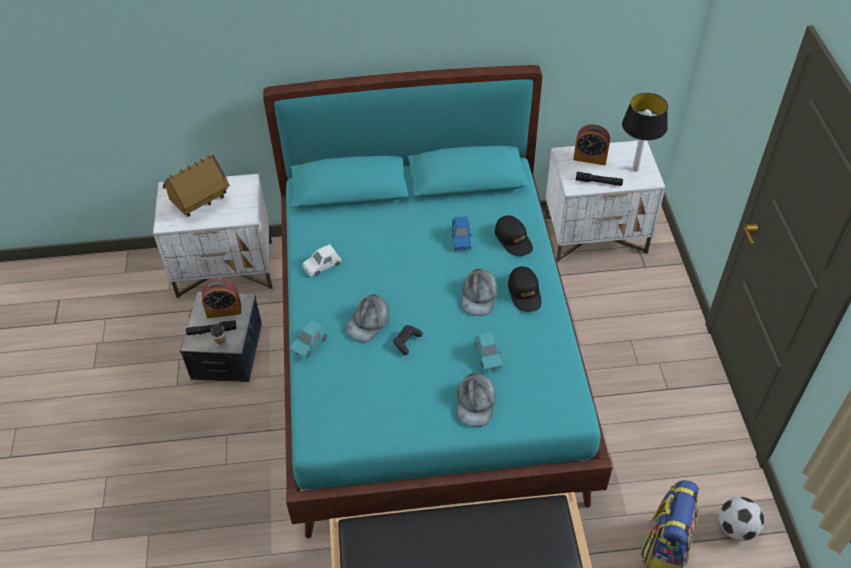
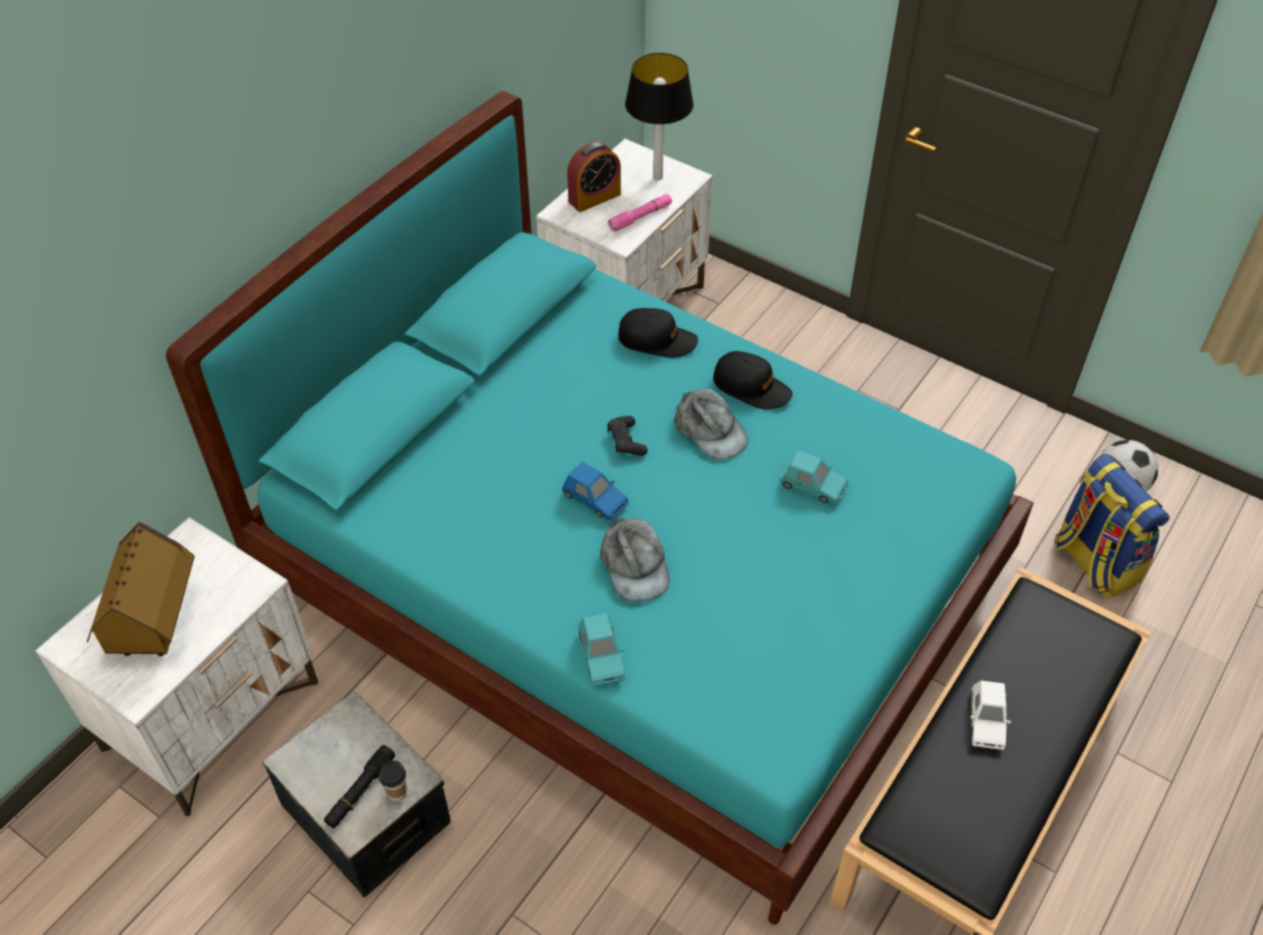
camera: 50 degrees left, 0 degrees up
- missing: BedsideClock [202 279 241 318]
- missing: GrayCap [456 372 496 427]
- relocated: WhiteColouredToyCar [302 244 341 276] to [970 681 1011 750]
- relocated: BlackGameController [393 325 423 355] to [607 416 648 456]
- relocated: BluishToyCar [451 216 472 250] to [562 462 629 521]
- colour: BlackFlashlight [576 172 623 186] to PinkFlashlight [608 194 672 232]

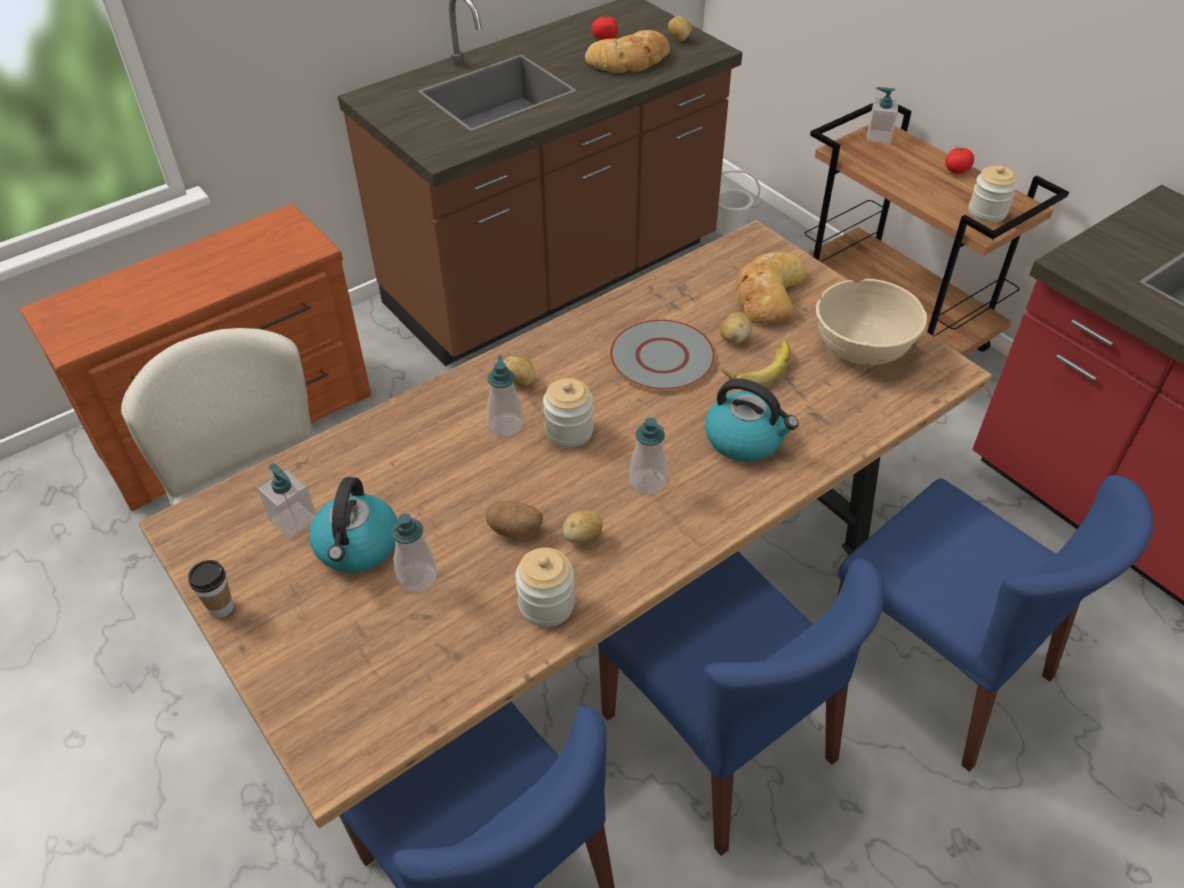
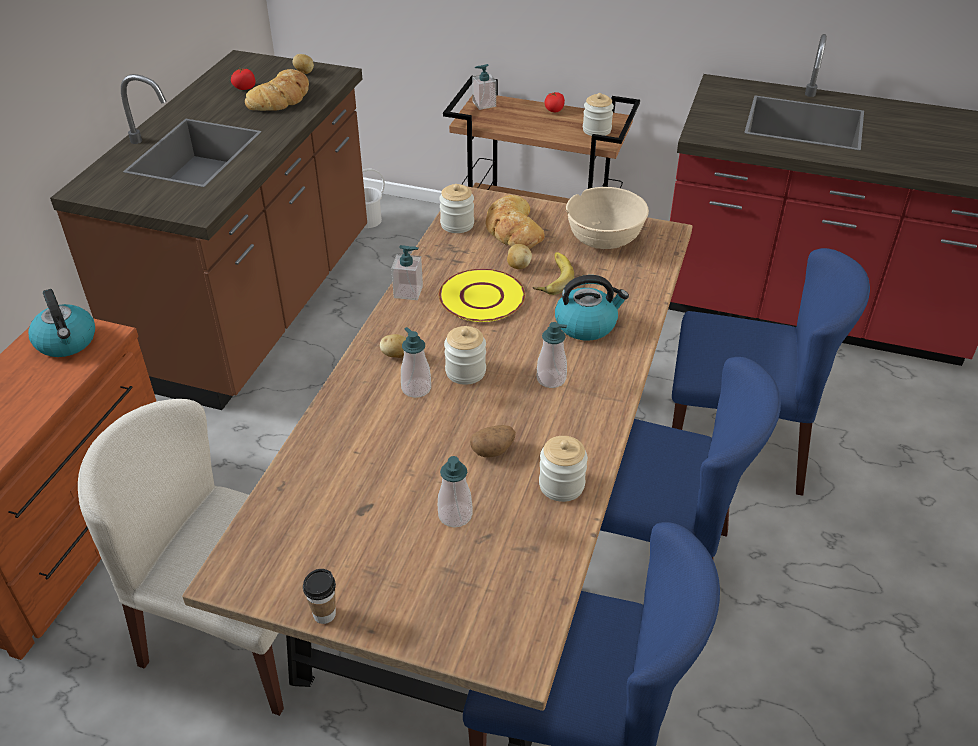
camera: 35 degrees left, 5 degrees down
- missing: Potato [562 511 603 543]
- appeared: StorageJar [439 184 474 233]
- relocated: SoapDispenser [257 463 316 539] to [391 245 423 300]
- relocated: TeaKettle [309 477 397 573] to [28 289 95 357]
- colour: GrayDinnerPlate [610 319 715 390] to YellowishDinnerPlate [439 269 525 322]

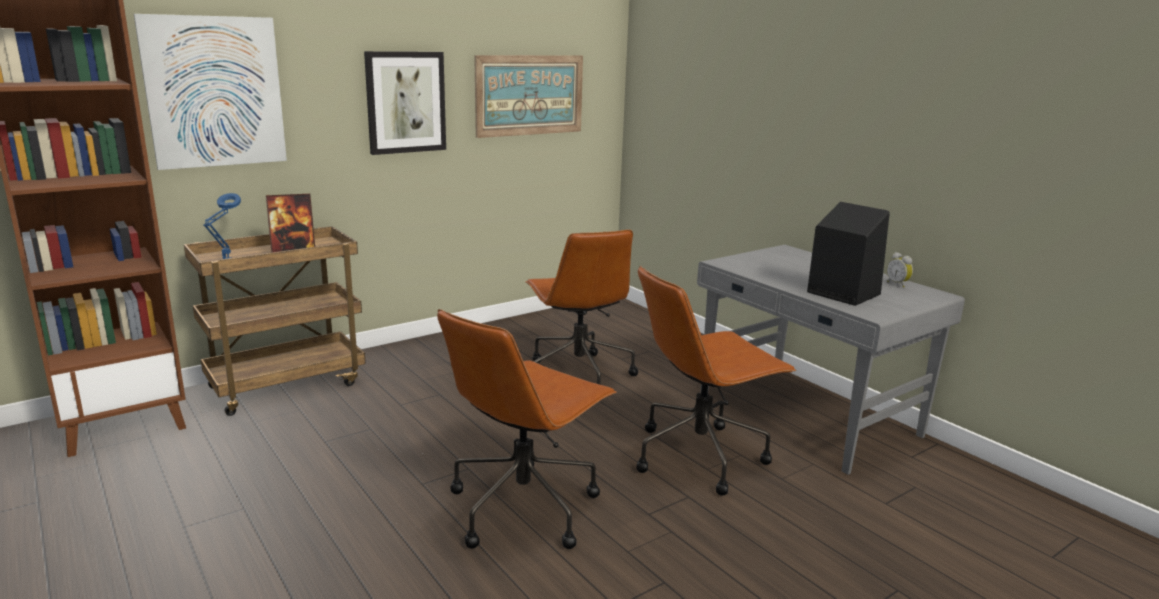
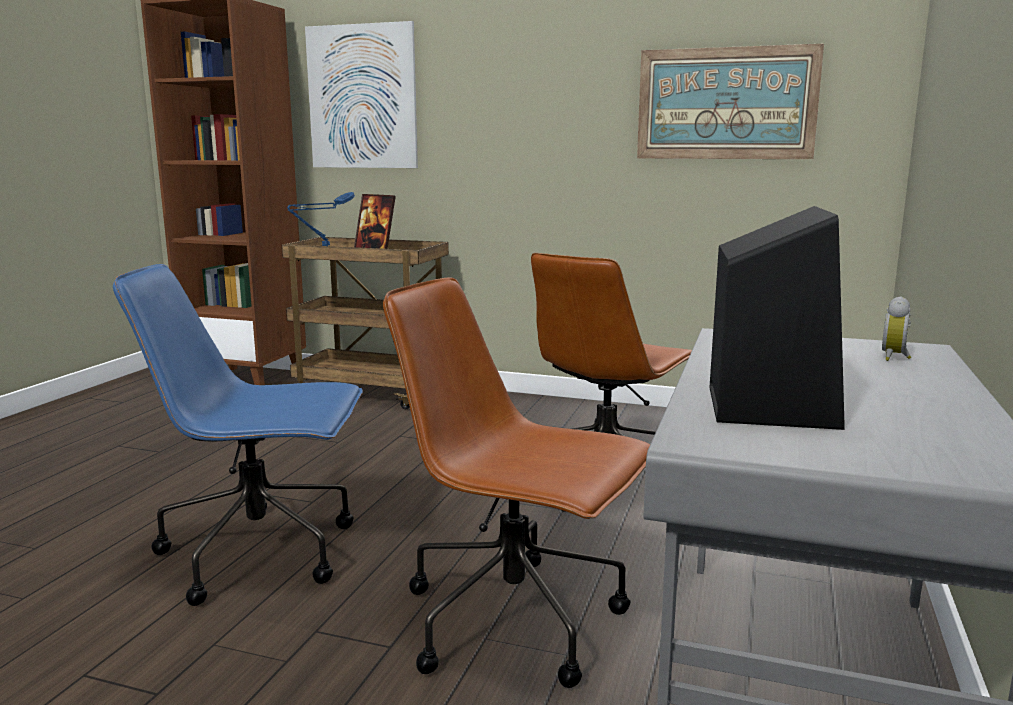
camera: 55 degrees right, 5 degrees down
- missing: WallArt [364 51 446 155]
- relocated: BedsideClock [887 252 913 288] to [882 297 911 361]
- colour: BrownishDeskChair [437 309 617 549] to BluishDeskChair [113 264 363 606]

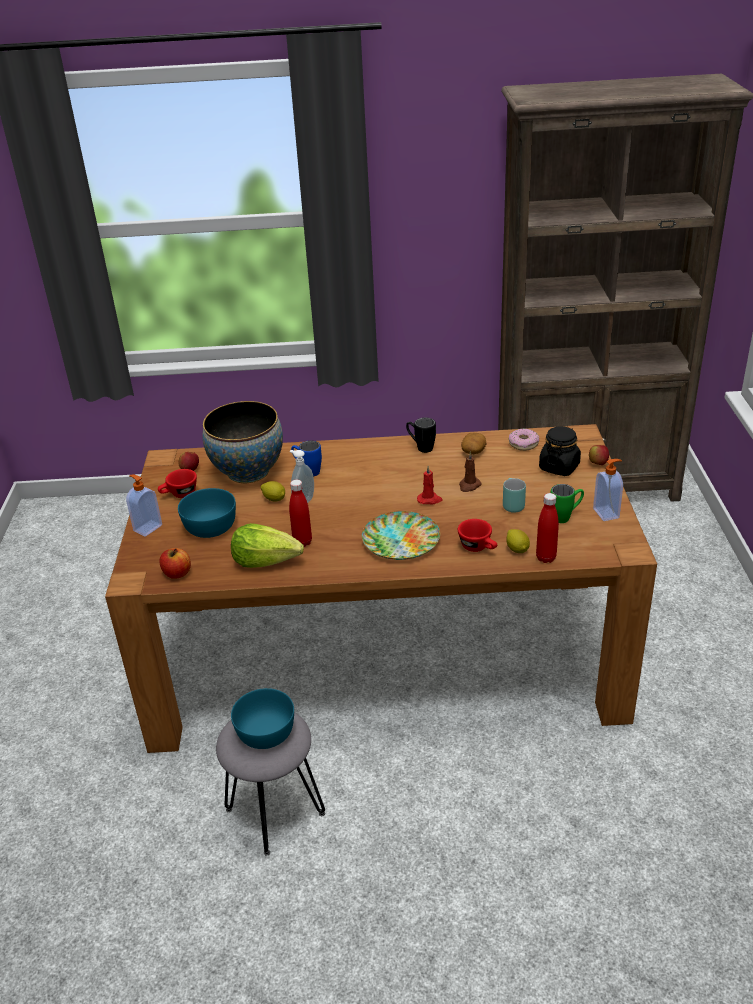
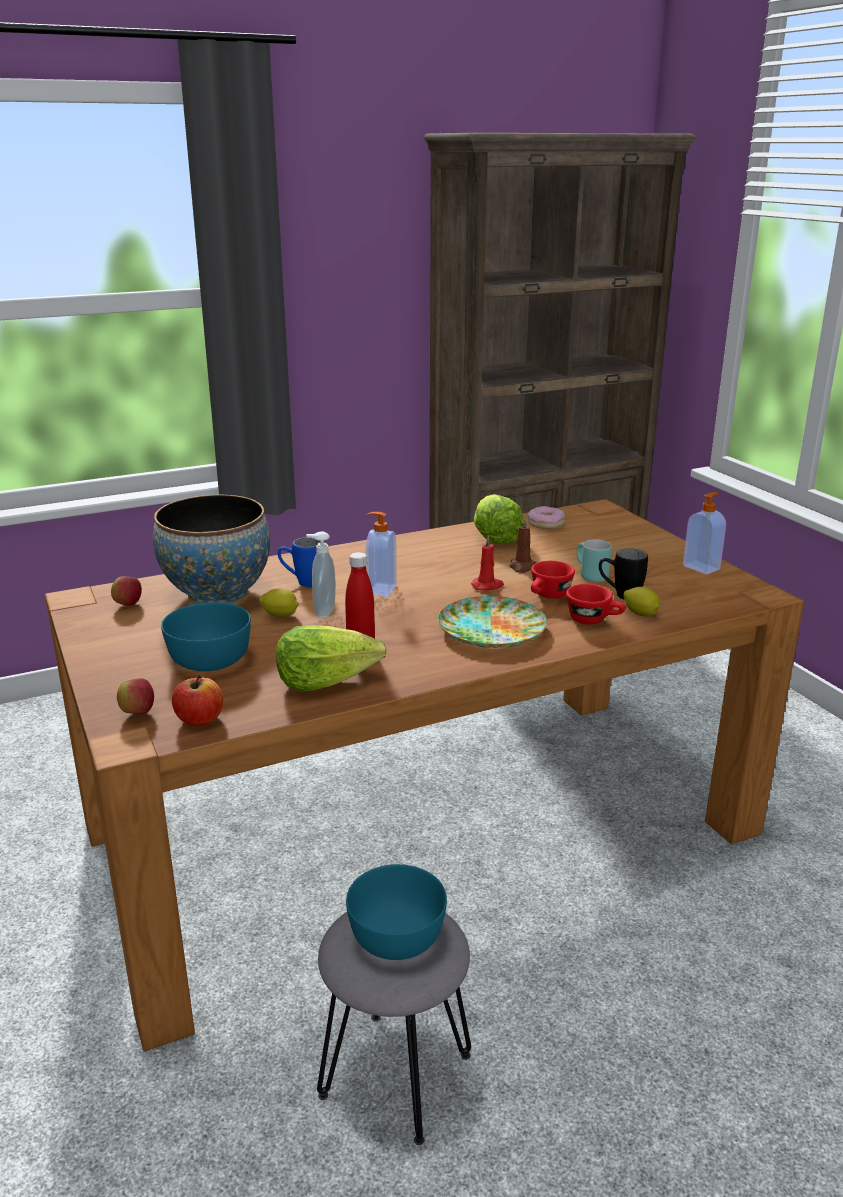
camera: 25 degrees left, 10 degrees down
- missing: ReddishBeverageBottle [536 493 559 563]
- missing: BlackStorageJar [539 426 581 476]
- missing: GreenColouredTeaMug [550 484 584 523]
- relocated: SoapDispenser [126 474 162 537] to [366 512 397 597]
- relocated: ReddishCup [158 469 197 498] to [531 561 575 599]
- relocated: BlackTeaMug [406 417 436 453] to [599 549 648 600]
- relocated: Apple [589 445 609 465] to [117 678 154 714]
- exchanged: Potato [461 433 486 454] to Lettuce [474 494 523 544]

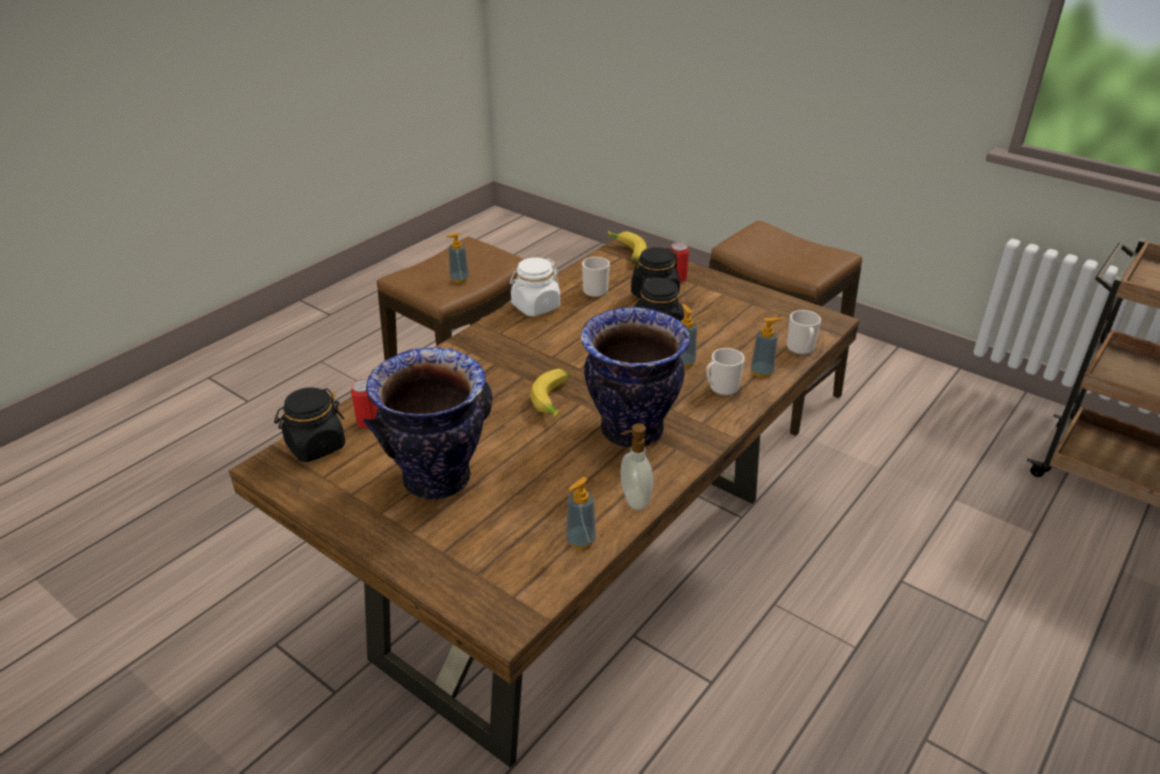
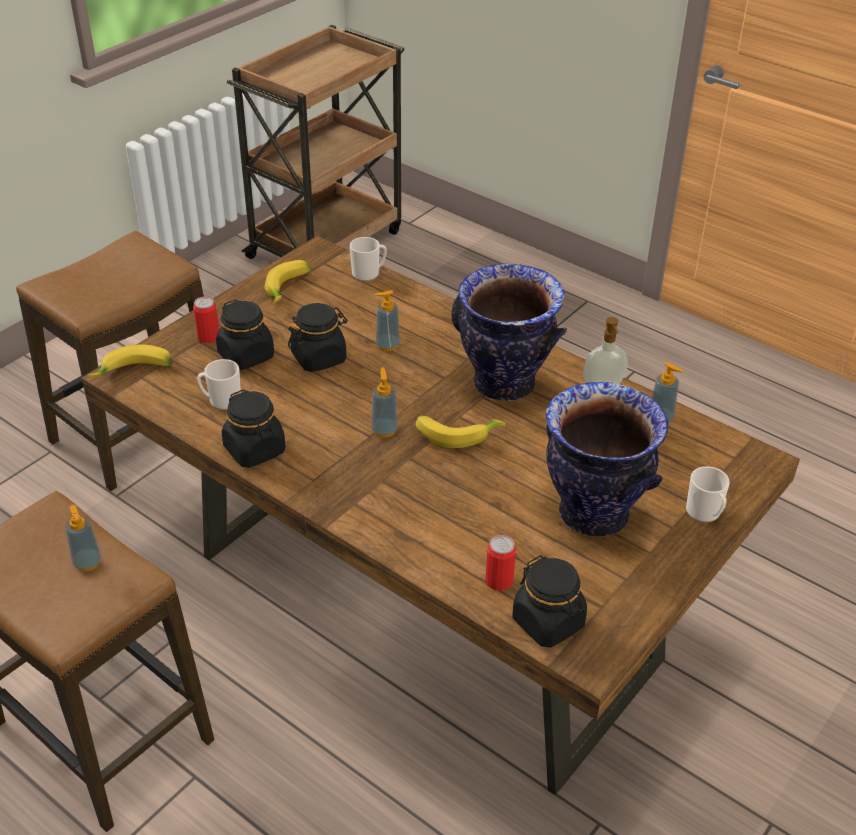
camera: 90 degrees left, 5 degrees up
- appeared: WholeBanana [265 260 312 303]
- relocated: TeaMug [706 348 745 396] to [686 466 730 523]
- relocated: SoapDispenser [750 318 782 378] to [371 367 398 438]
- colour: WhiteColouredStorageJar [510 258 560 316] to BlackStorageJar [222 389 286 468]

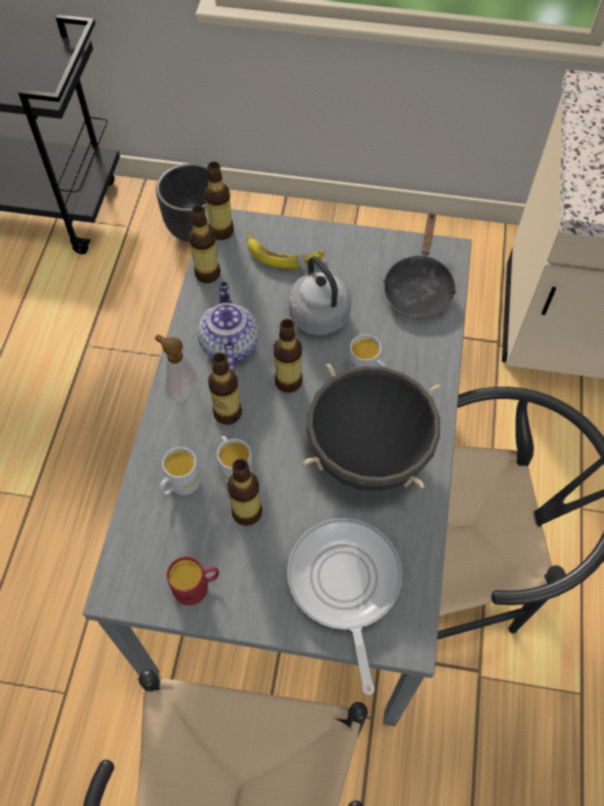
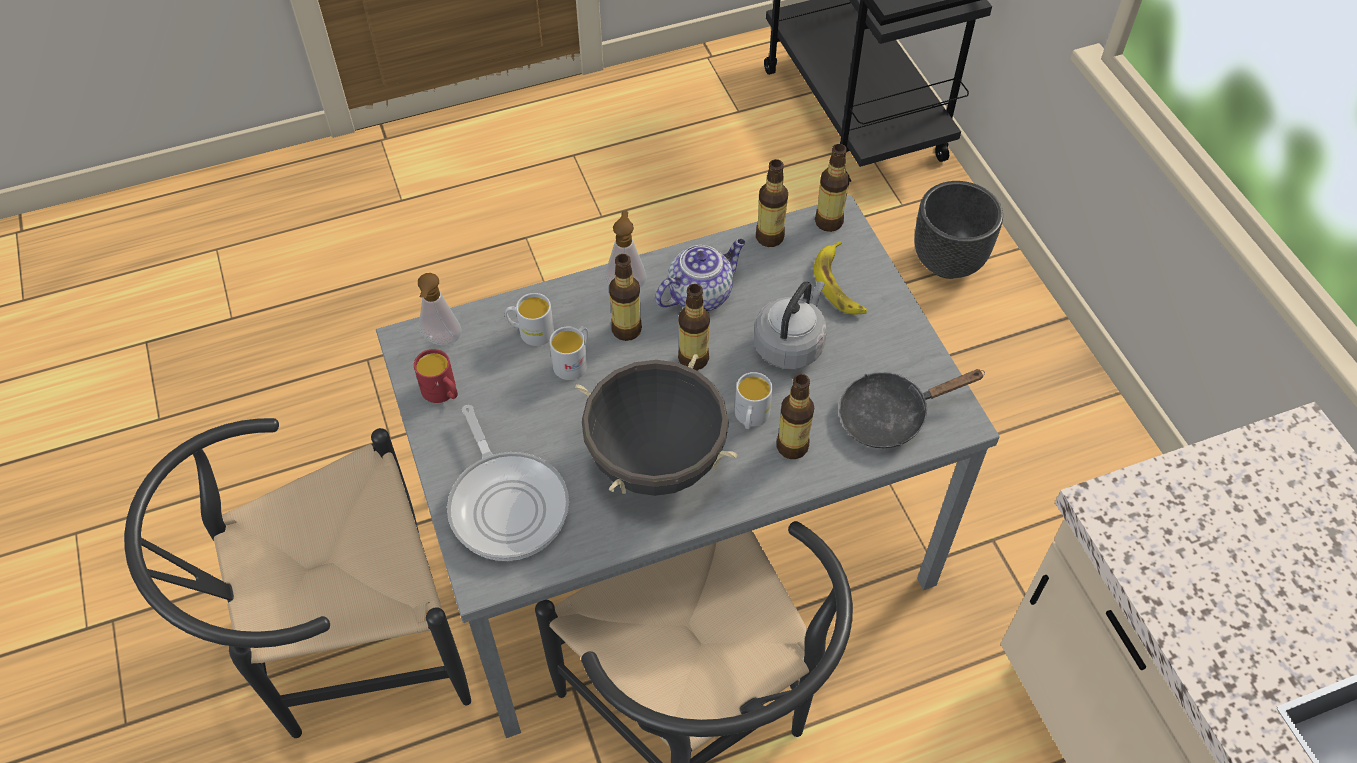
camera: 60 degrees right, 5 degrees down
- appeared: SoapDispenser [418 273 462 345]
- relocated: BeverageBottle [227 459 262 526] to [776 374 814 459]
- spun: Skillet [287 518 402 695] = [447 405 569 561] 105 degrees clockwise

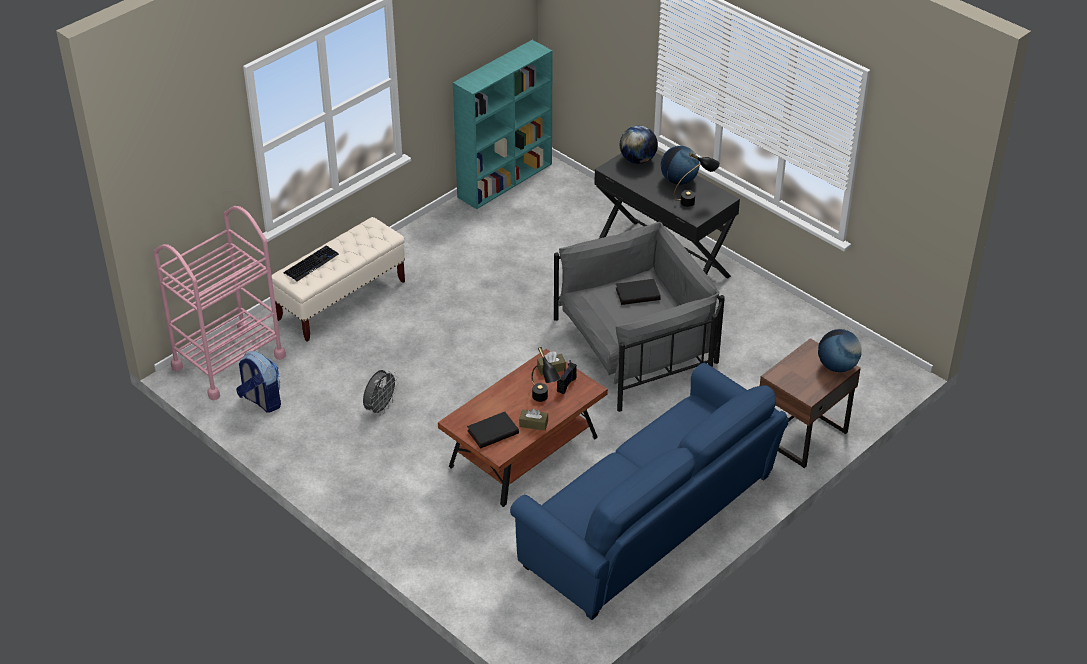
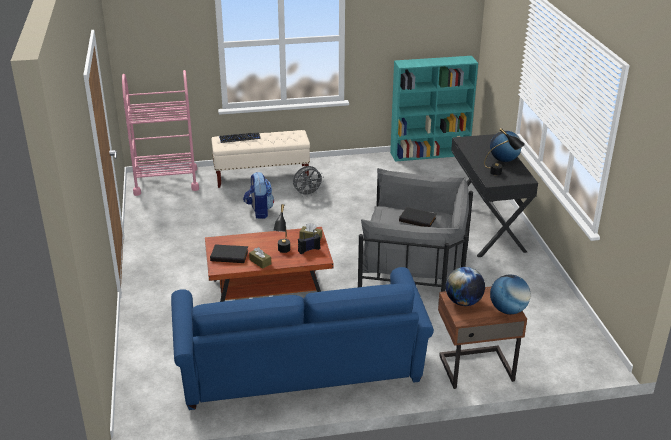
camera: 35 degrees right, 10 degrees down
- relocated: Backpack [236 351 281 413] to [243 172 274 219]
- relocated: GrayCoolingFan [363 370 399 416] to [293 166 324 197]
- relocated: WorldGlobe [620 126 658 164] to [446 267 485 306]

